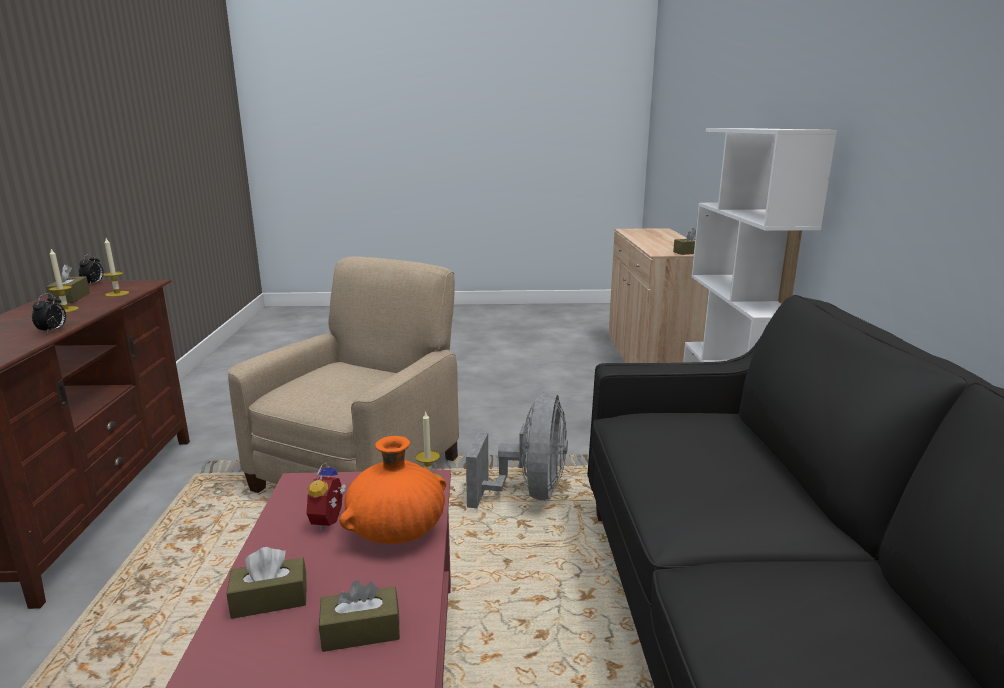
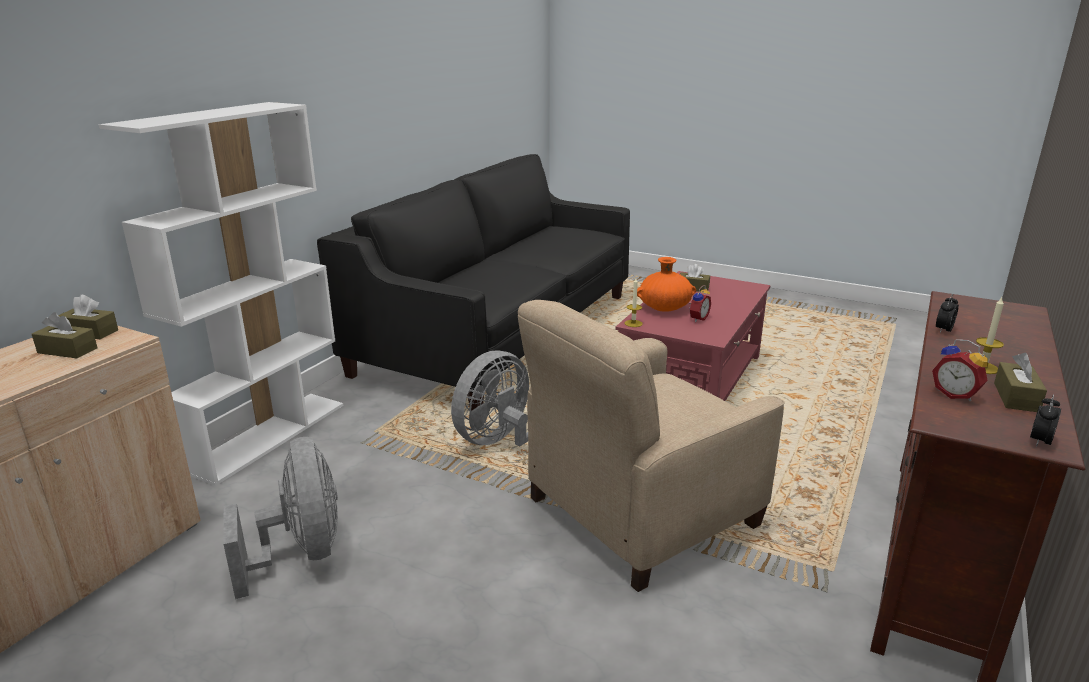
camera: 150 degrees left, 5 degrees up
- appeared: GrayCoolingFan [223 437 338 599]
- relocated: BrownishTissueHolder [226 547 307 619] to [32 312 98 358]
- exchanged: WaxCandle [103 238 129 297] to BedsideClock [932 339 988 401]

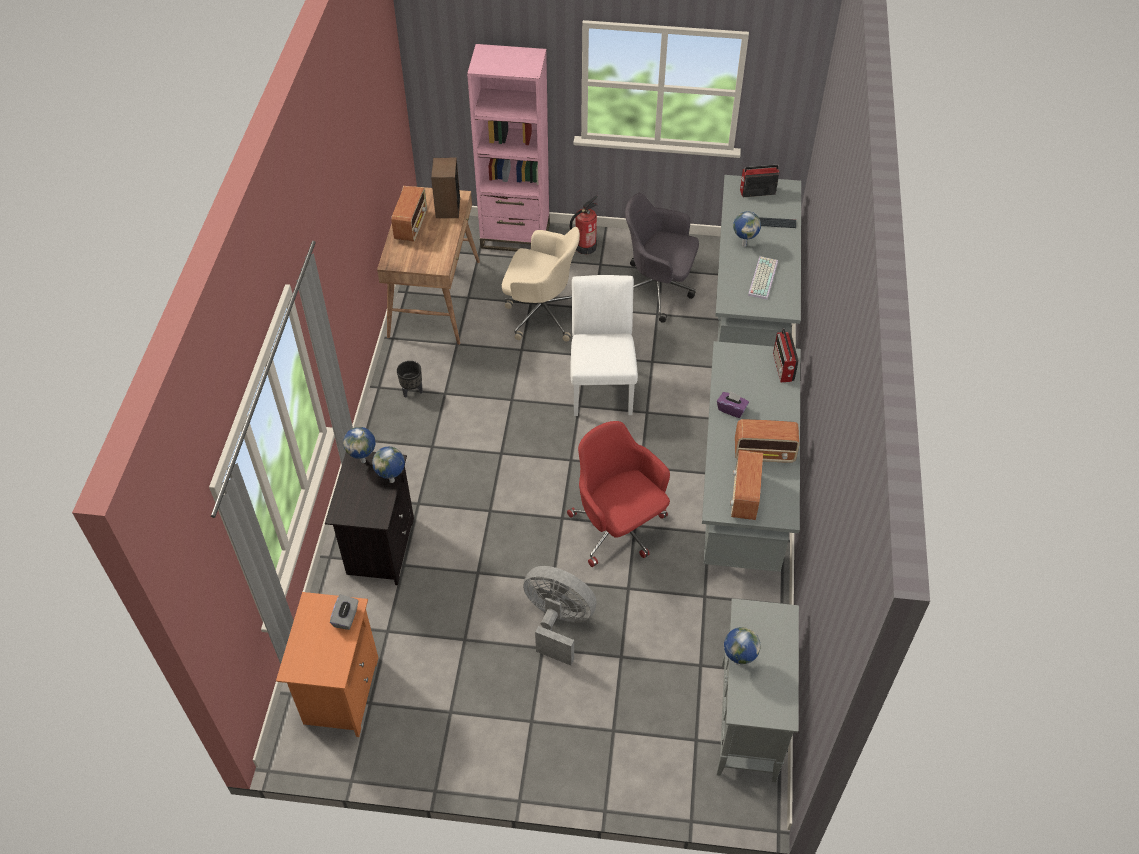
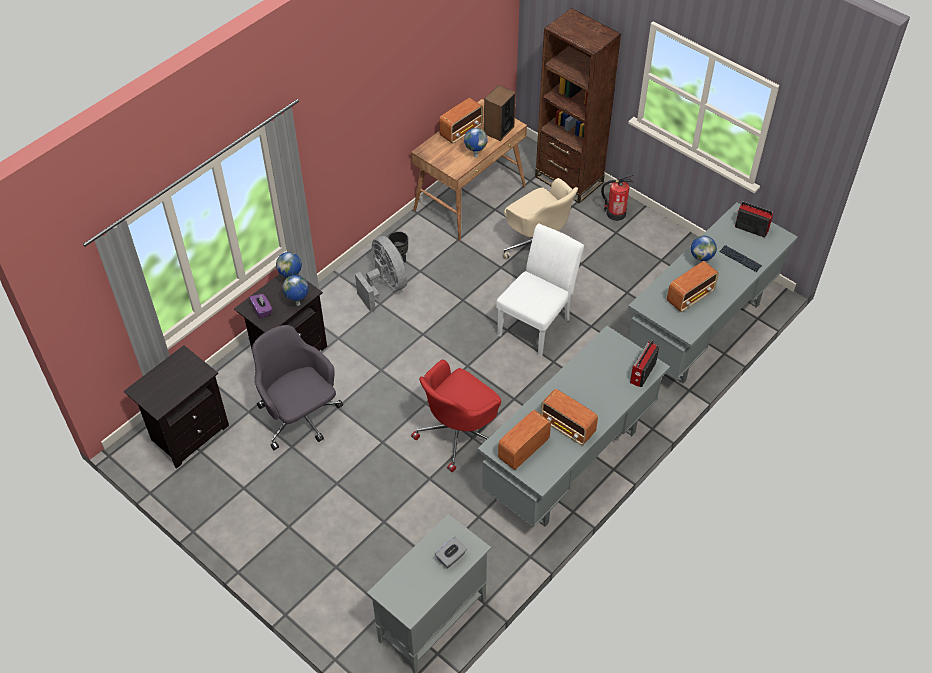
camera: 35 degrees right, 0 degrees up
- relocated: GrayTissueHolder [330 594 359 630] to [435 537 467 568]
- relocated: GrayCoolingFan [523 566 597 666] to [355 236 407 312]
- relocated: GrayDeskChair [625 193 699 323] to [252 325 343 450]
- relocated: PurpleTissueHolder [717 391 749 418] to [249 294 272 318]
- relocated: WorldGlobe [724 627 761 665] to [464 128 488 158]
- exchanged: PcKeyboard [748 256 778 300] to Radio [667 261 719 312]
- colour: OrangeNightstand [276 592 378 737] to BlackNightstand [123 345 229 469]
- colour: PinkBookshelf [467 44 550 251] to BrownishBookshelf [535 8 621 204]
- spun: ReddishDeskChair [567 421 670 567] = [411 359 501 472] 135 degrees counterclockwise

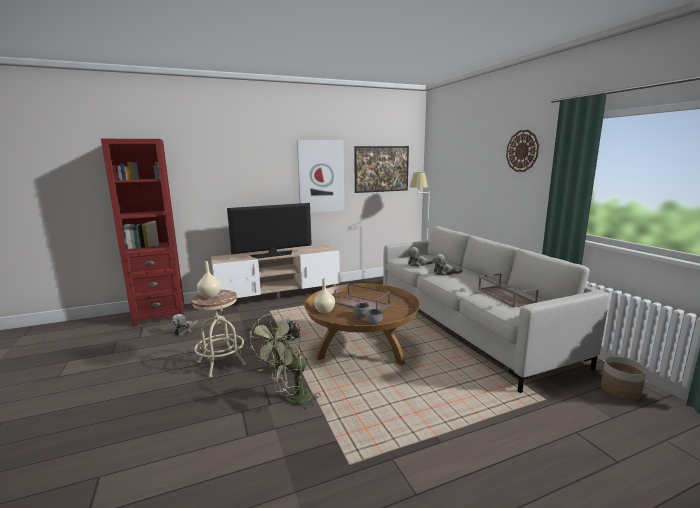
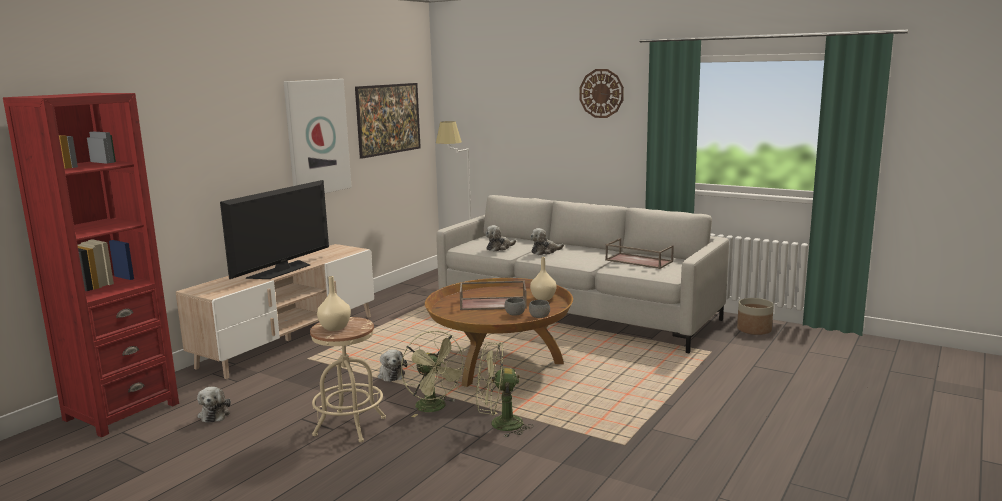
camera: 35 degrees left, 0 degrees up
- relocated: BeigeColouredVase [314 278 335 313] to [530 257 557 300]
- spun: GreenColouredCoolingFan [270 335 320 410] = [476 342 534 437] 60 degrees clockwise

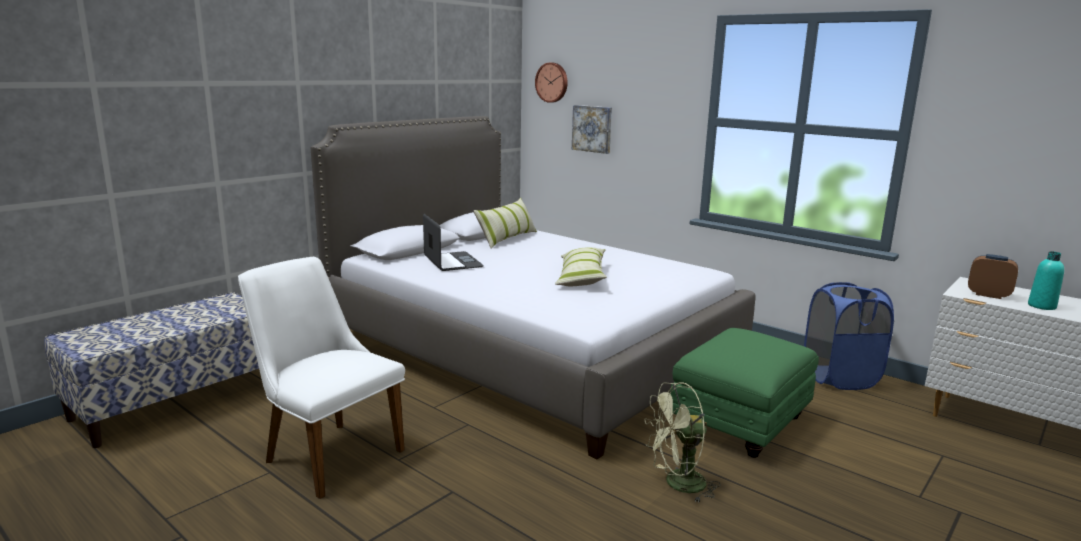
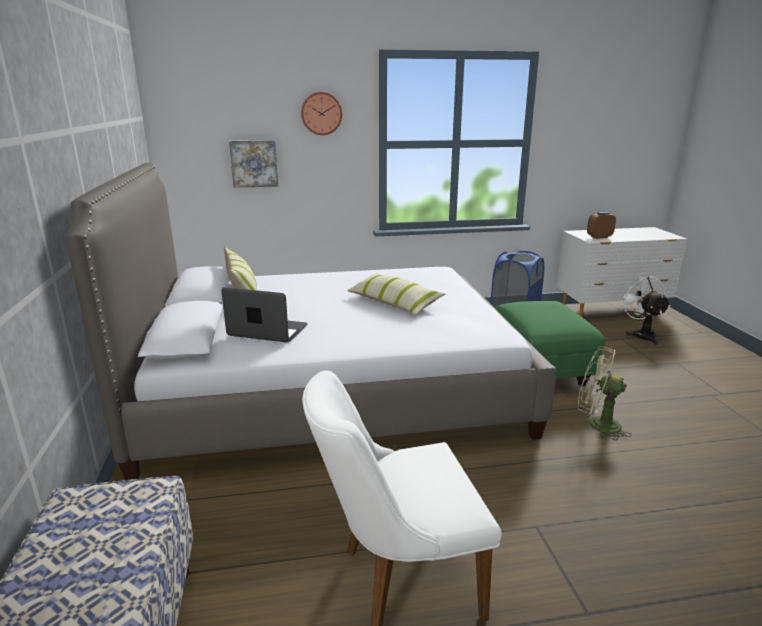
camera: 50 degrees left, 5 degrees up
- missing: TurquoiseColouredBeverageBottle [1028 251 1064 310]
- appeared: WhiteColouredCoolingFan [619 275 670 345]
- relocated: WallClock [535 63 568 103] to [301 92 342 135]
- spun: GreenColouredCoolingFan [645 382 721 502] = [578 346 630 441] 90 degrees clockwise

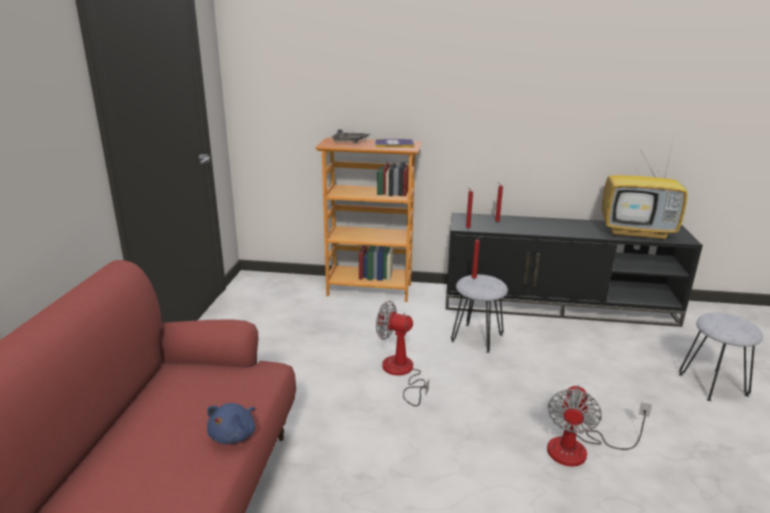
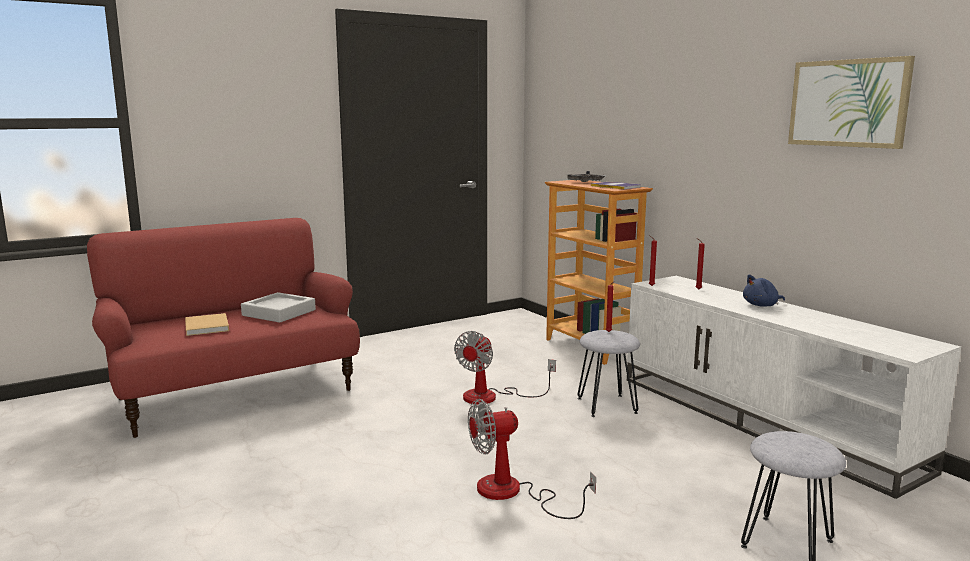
camera: 50 degrees right, 10 degrees down
- missing: TvSet [602 137 688 240]
- appeared: BeigeColouredVolume [185 313 229 336]
- appeared: GrayServingTray [241 292 316 323]
- appeared: WallArt [788 56 915 149]
- relocated: BluishSoftToy [207 403 255 444] to [743 275 785 307]
- colour: BlackMediaConsole [446 213 703 327] to WhiteColouredMediaConsole [627 276 961 499]
- spun: CoolingFan [376 301 429 406] = [454 331 556 404] 135 degrees counterclockwise

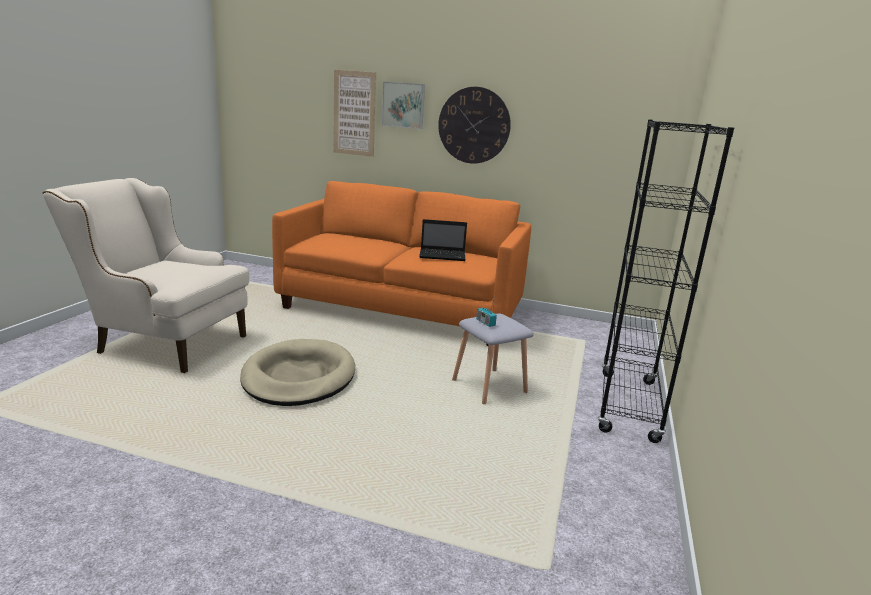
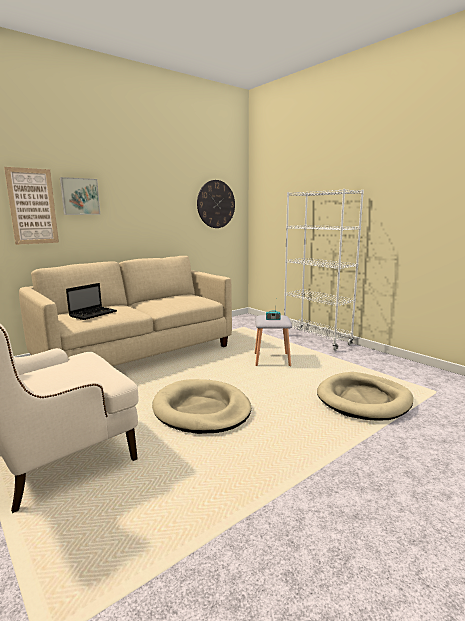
camera: 55 degrees left, 5 degrees down
- appeared: BeigeColouredPetBed [317 372 413 421]
- relocated: Laptop [419 219 467 261] to [66 283 117 320]
- relocated: WallClock [438 87 511 164] to [197 180 235 228]
- colour: OrangeSofa [272 181 531 346] to BeigeColouredSofa [19 256 232 366]
- colour: BlackBookshelf [598 119 734 443] to WhiteColouredBookshelf [284 189 364 351]

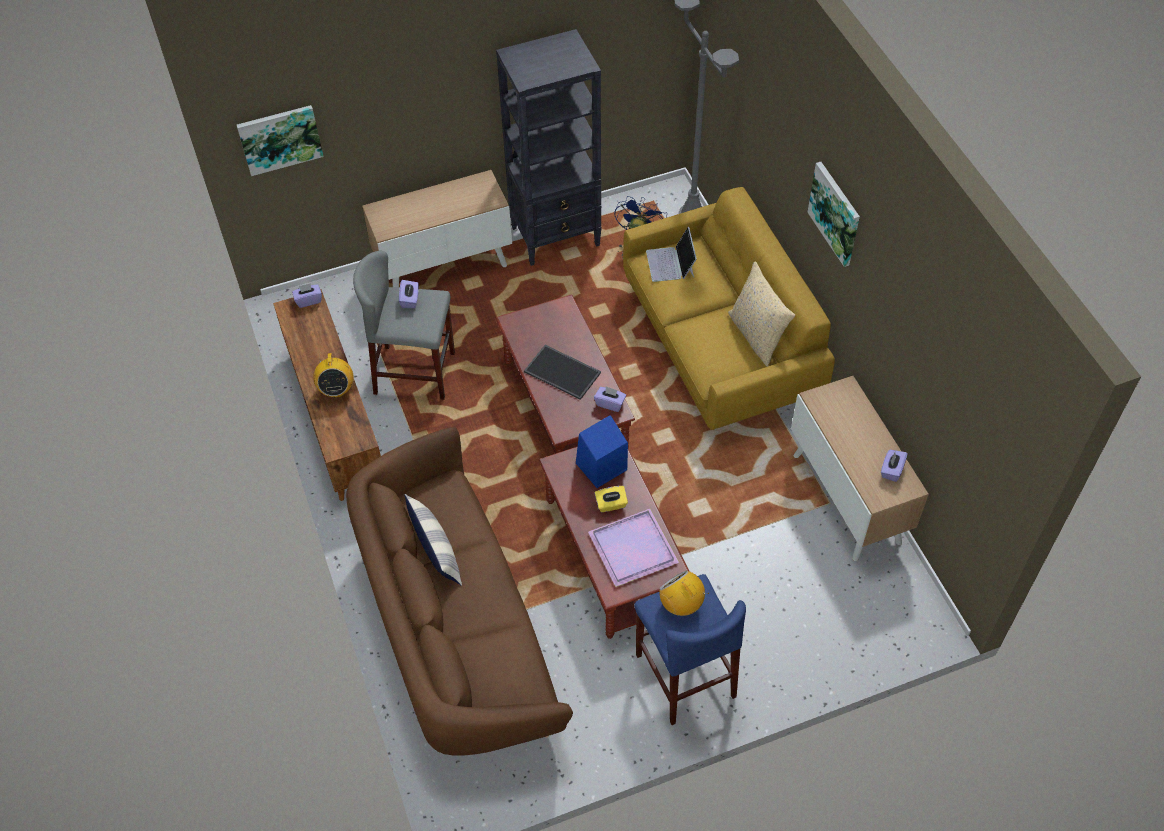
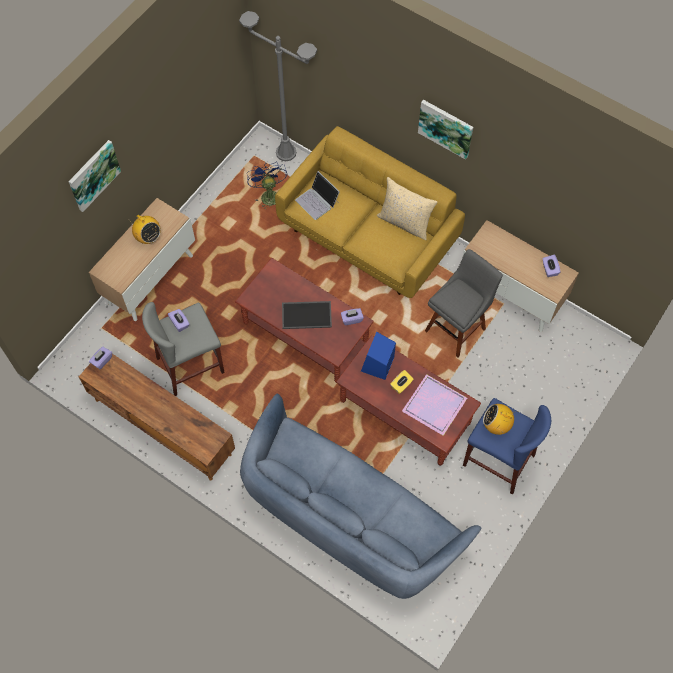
camera: 35 degrees left, 10 degrees up
- missing: Cushion [404 494 462 586]
- missing: BlackBookshelf [496 29 602 266]
- appeared: GraySittingStool [425 249 503 358]
- relocated: WallArt [237 105 323 176] to [68 140 121 212]
- relocated: Radio [313 353 354 398] to [130 215 161 244]
- colour: BrownishSofa [346 427 573 756] to BluishSofa [240 393 482 599]

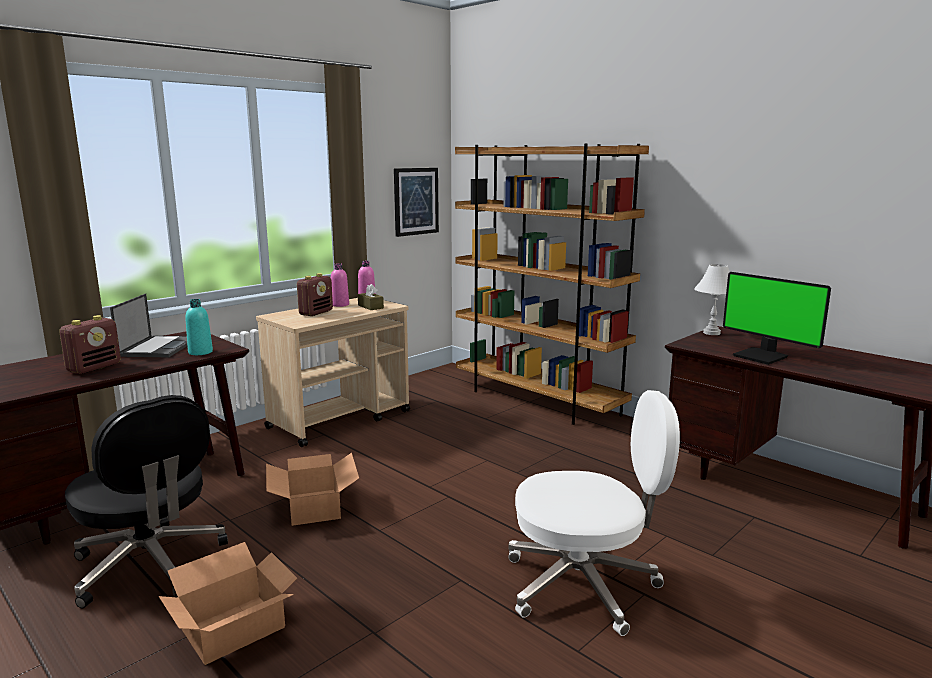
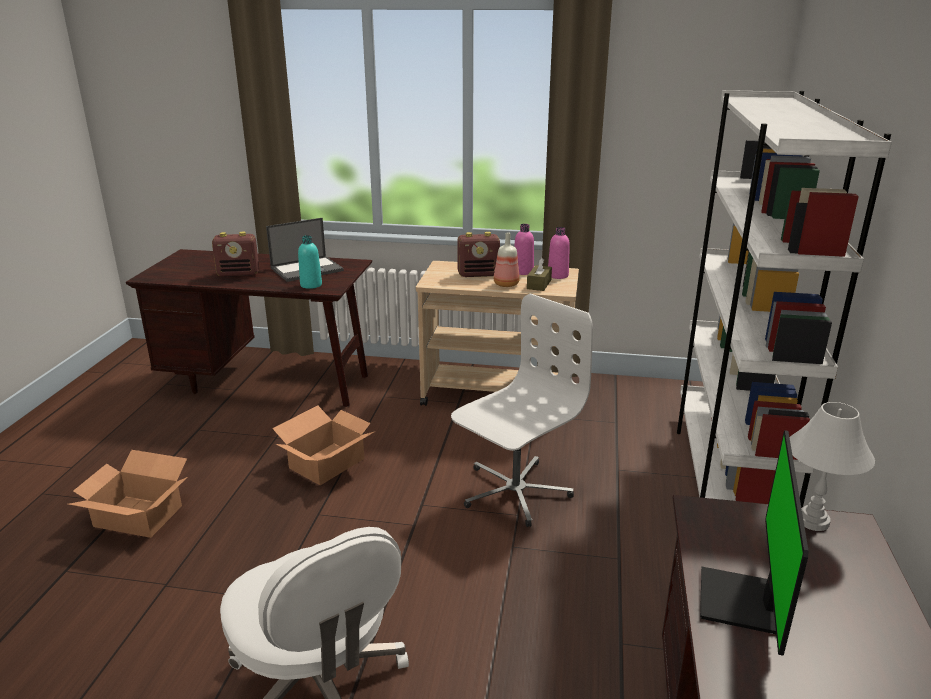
camera: 55 degrees right, 10 degrees up
- missing: BlackDeskChair [65 395 228 609]
- missing: WallArt [394 168 439 237]
- appeared: WhiteColouredDeskChair [451 293 593 527]
- appeared: BeverageBottle [494 232 520 287]
- colour: BrownishBookshelf [455 143 649 425] to WhiteColouredBookshelf [677 90 892 507]

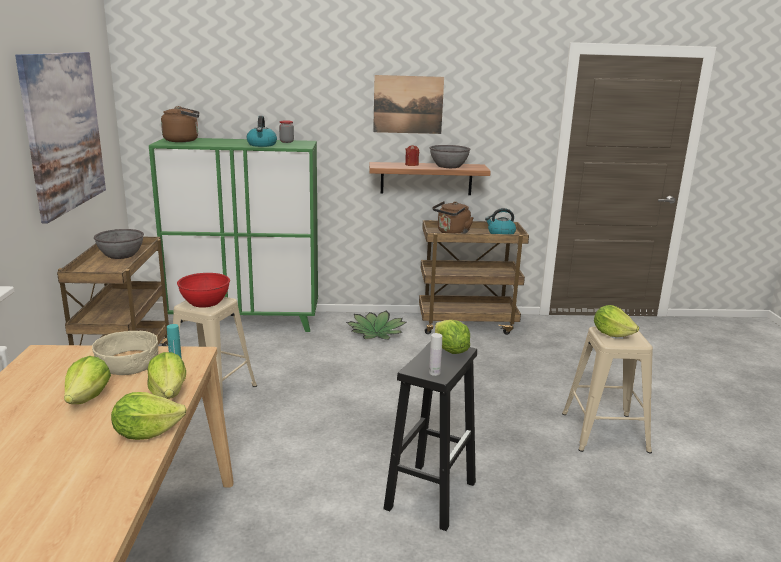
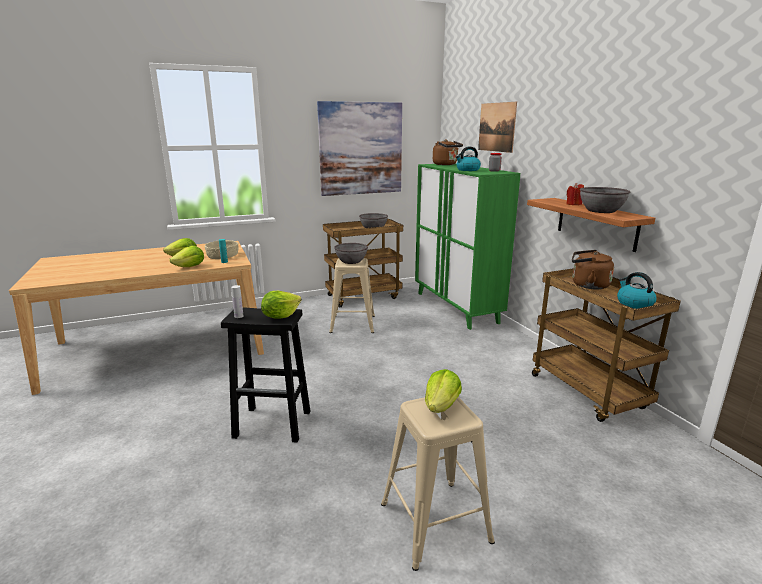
camera: 70 degrees right, 0 degrees up
- missing: Lettuce [111 392 187 440]
- missing: Houseplant [346 310 406 340]
- relocated: WallArt [373 75 444 134] to [478 102 517 153]
- colour: ReddishDeepDish [177 273 230 308] to GrayDeepDish [334 243 368 264]

